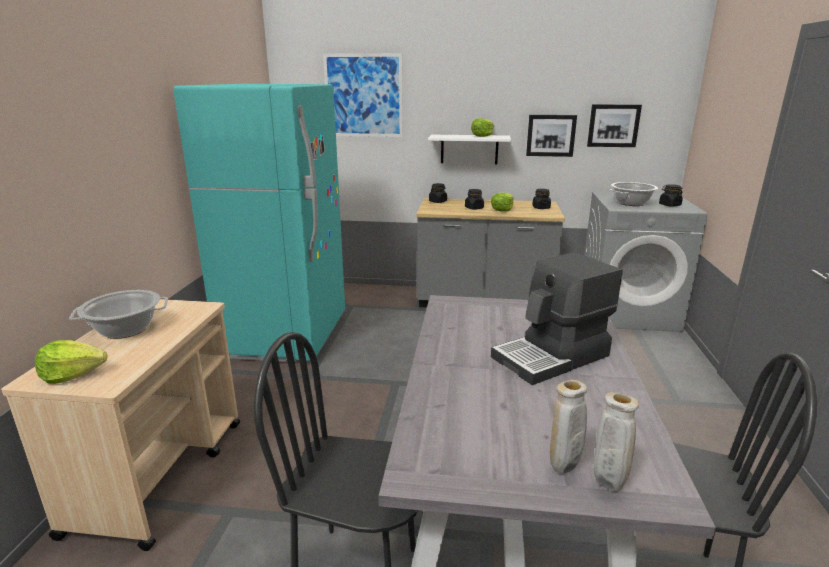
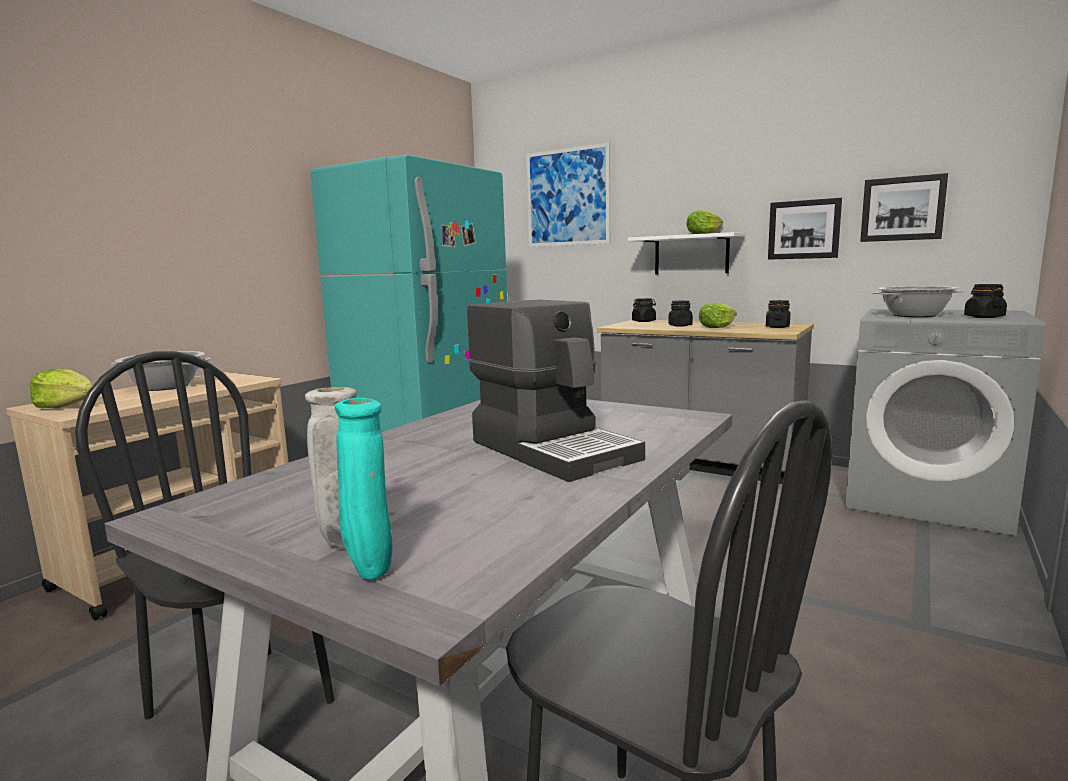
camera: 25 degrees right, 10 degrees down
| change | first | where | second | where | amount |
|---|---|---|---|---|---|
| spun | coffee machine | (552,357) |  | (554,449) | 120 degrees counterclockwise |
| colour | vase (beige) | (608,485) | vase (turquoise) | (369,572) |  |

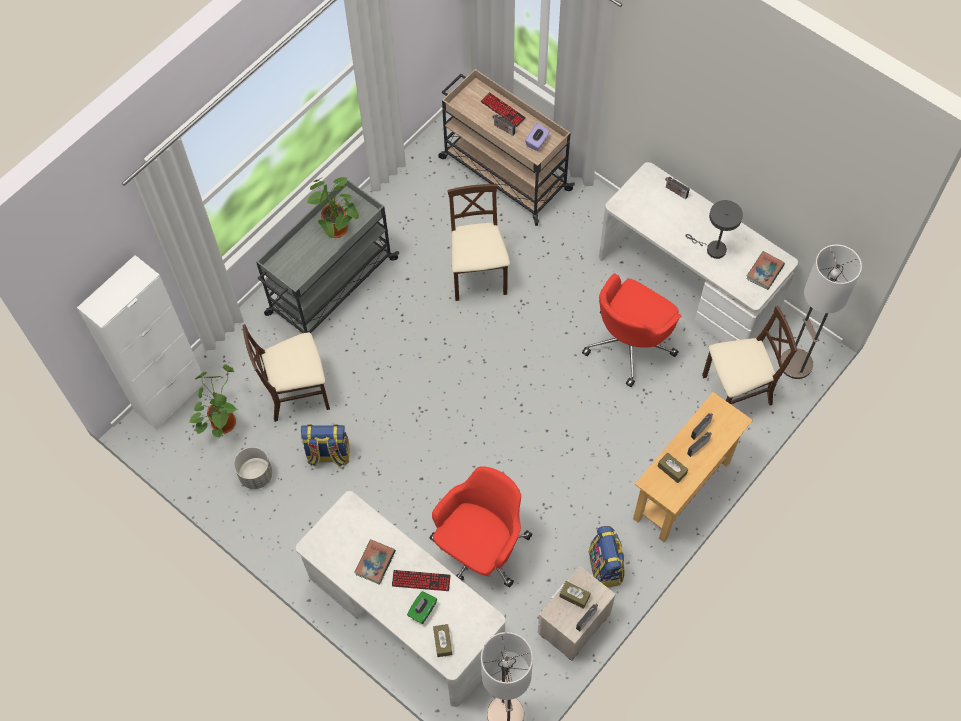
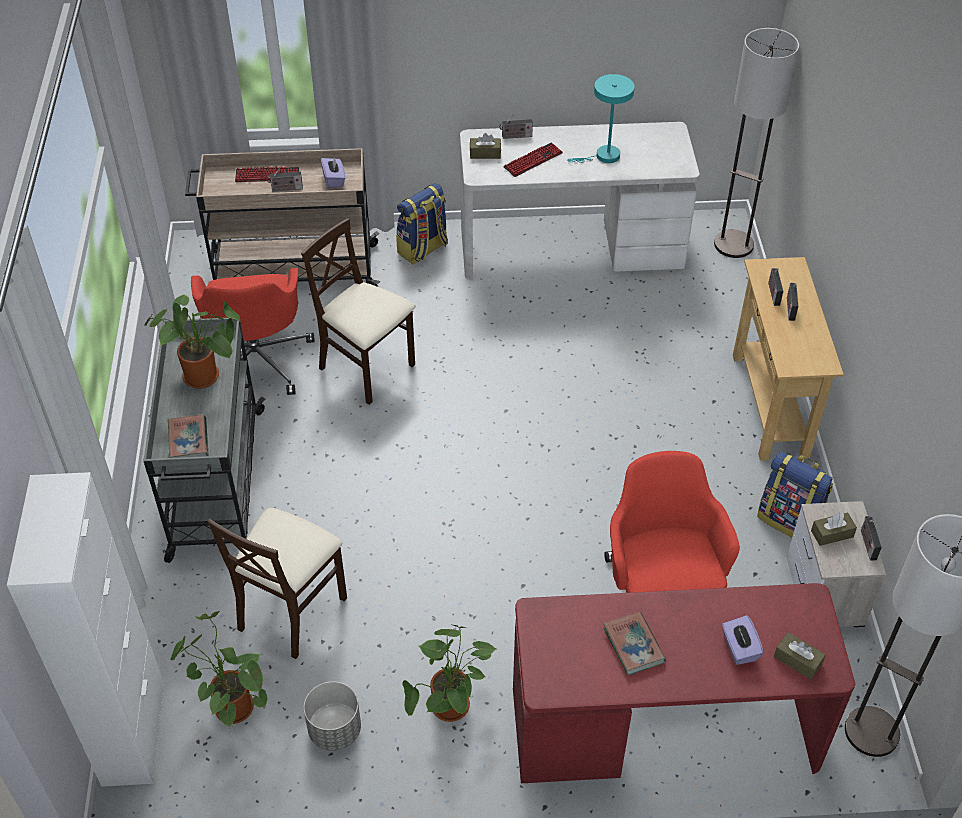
camera: 45 degrees left, 15 degrees down
| change | first | where | second | where | amount |
|---|---|---|---|---|---|
| colour | table lamp (grey) | (712,249) | table lamp (turquoise) | (603,157) |  |
| relocated | book | (764,272) |  | (188,441) |  |
| relocated | office chair (red) | (630,343) |  | (257,360) |  |
| missing | chair (beige) | (736,392) |  |  |  |
| relocated | backpack | (328,455) |  | (423,249) |  |
| relocated | tissue box (brown) | (672,470) |  | (485,153) |  |
| colour | desk (white) | (405,616) | desk (red) | (663,729) |  |
| relocated | keyboard | (421,581) |  | (533,160) |  |
| colour | tissue box (green) | (422,610) | tissue box (purple) | (739,648) |  |
| appeared |  |  | potted plant | (451,710) |  |

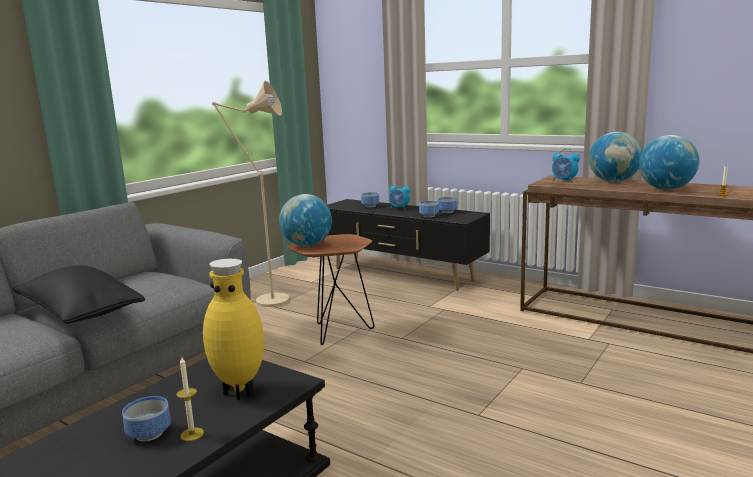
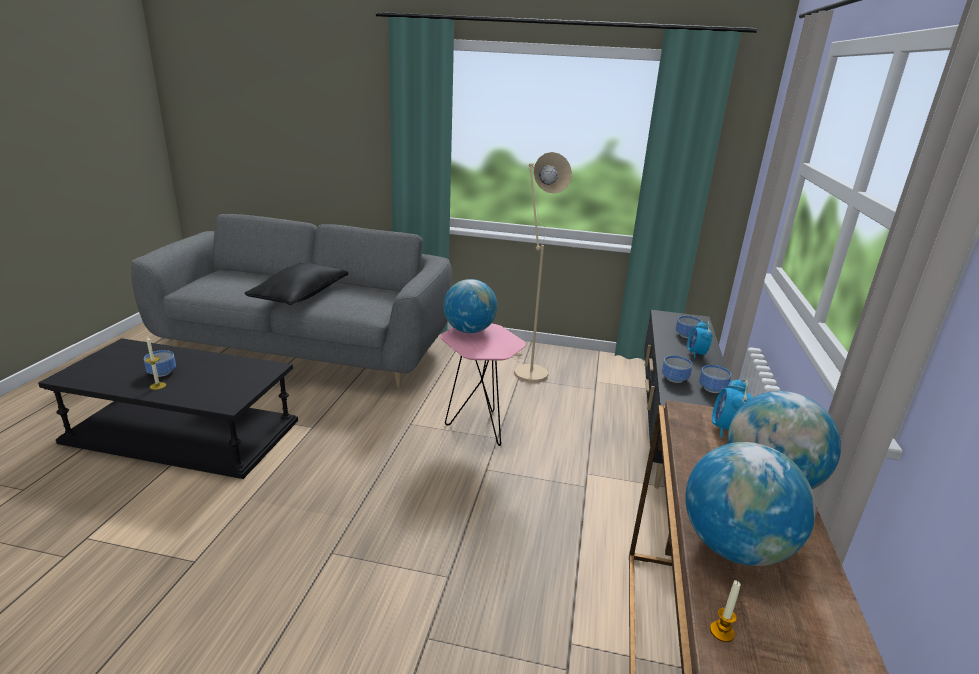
camera: 65 degrees right, 10 degrees up
| change | first | where | second | where | amount |
|---|---|---|---|---|---|
| colour | side table (brown) | (335,332) | side table (pink) | (478,425) |  |
| missing | vase (yellow) | (240,391) |  |  |  |

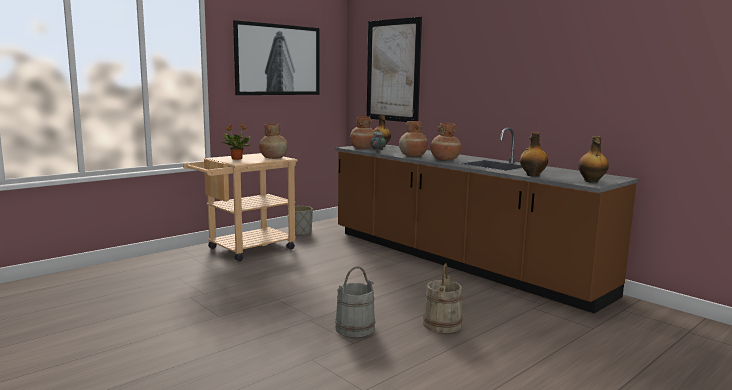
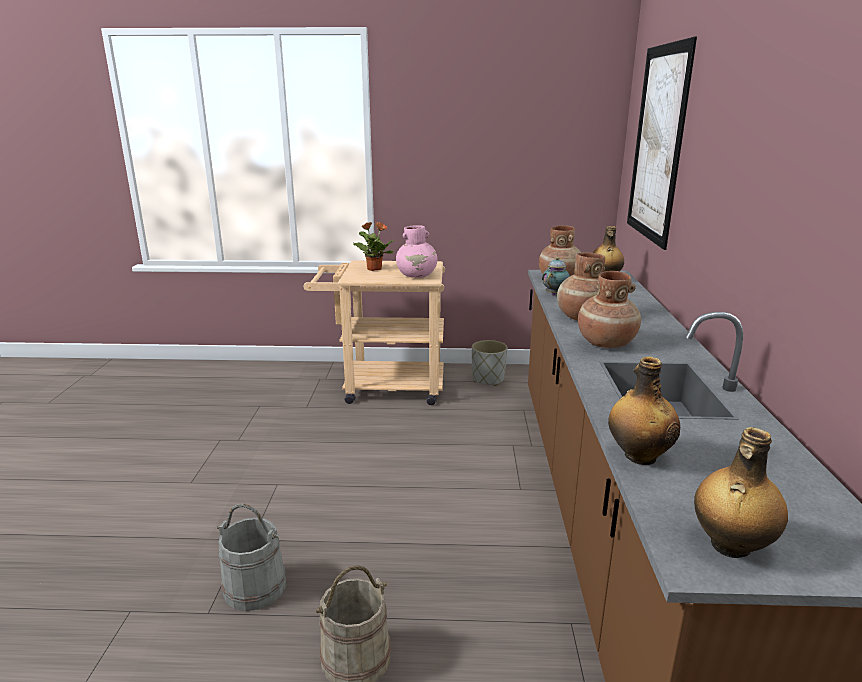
camera: 45 degrees right, 10 degrees up
| change | first | where | second | where | amount |
|---|---|---|---|---|---|
| missing | picture | (278,60) |  |  |  |
| colour | vase (brown) | (274,158) | vase (pink) | (417,276) |  |

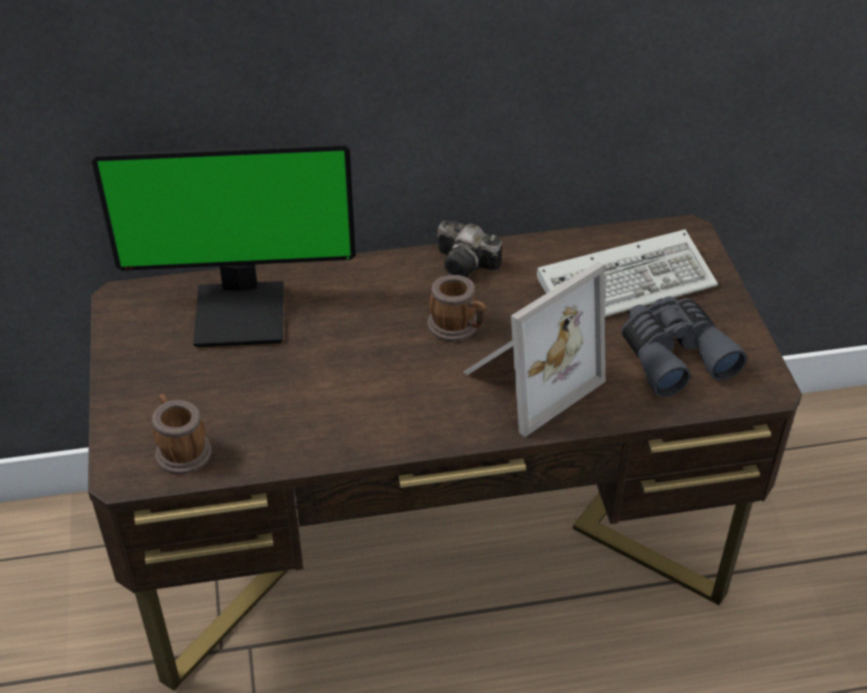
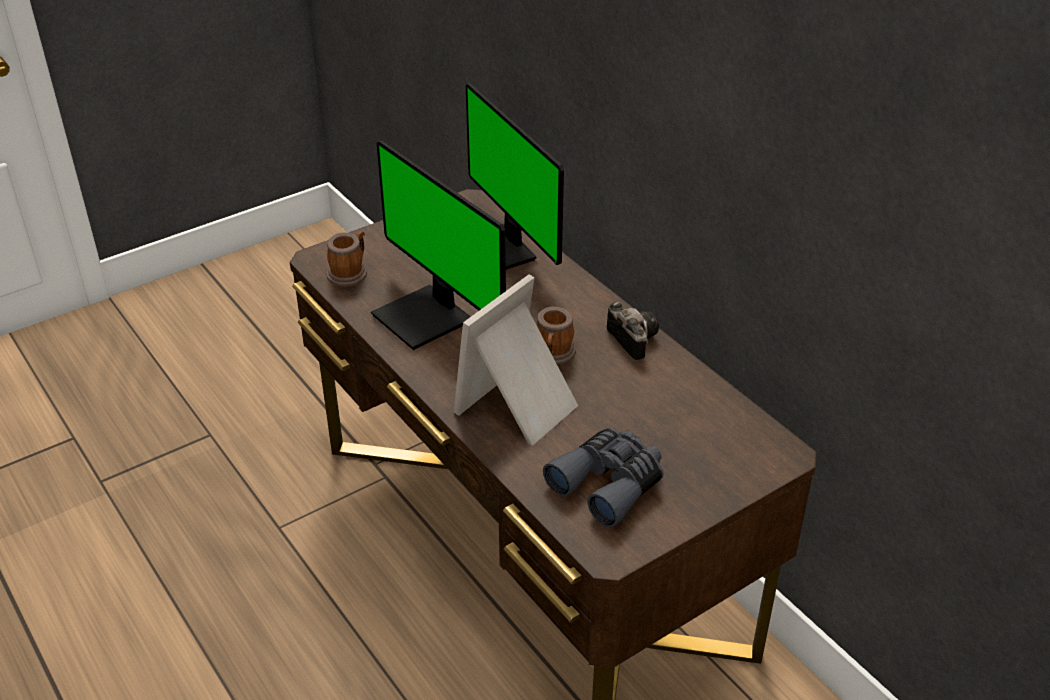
camera: 65 degrees right, 5 degrees down
| change | first | where | second | where | amount |
|---|---|---|---|---|---|
| spun | photo camera | (468,264) |  | (631,339) | 150 degrees clockwise |
| missing | keyboard | (628,282) |  |  |  |
| spun | picture frame | (527,378) |  | (521,407) | 105 degrees clockwise |
| appeared |  |  | monitor | (426,317) |  |

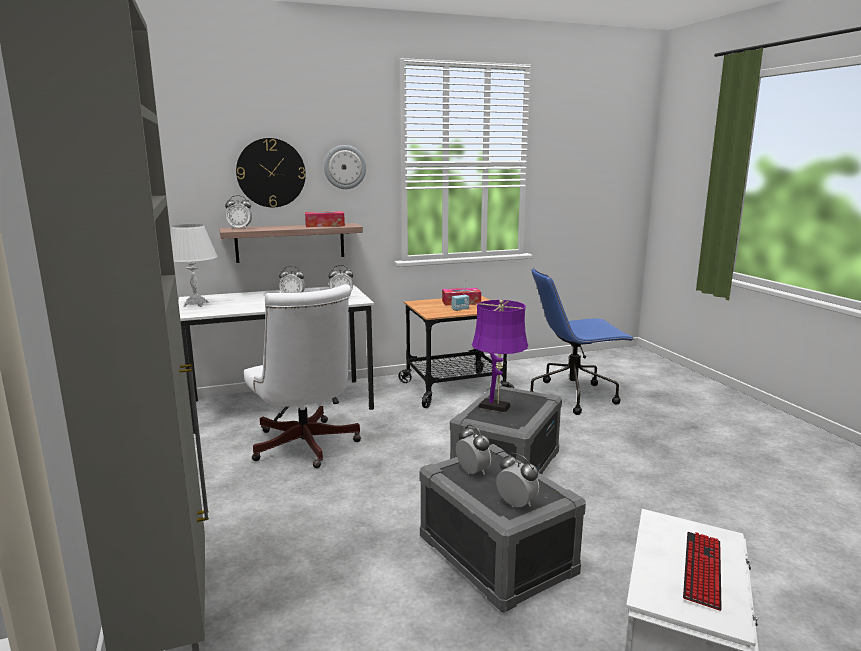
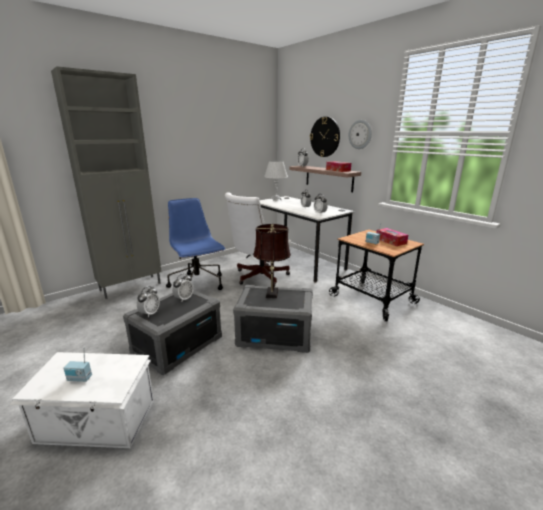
camera: 70 degrees right, 5 degrees up
| change | first | where | second | where | amount |
|---|---|---|---|---|---|
| relocated | office chair (blue) | (573,396) |  | (198,285) |  |
| colour | table lamp (purple) | (497,407) | table lamp (brown) | (271,294) |  |
| exchanged | keyboard | (702,570) | radio | (79,379) |  |

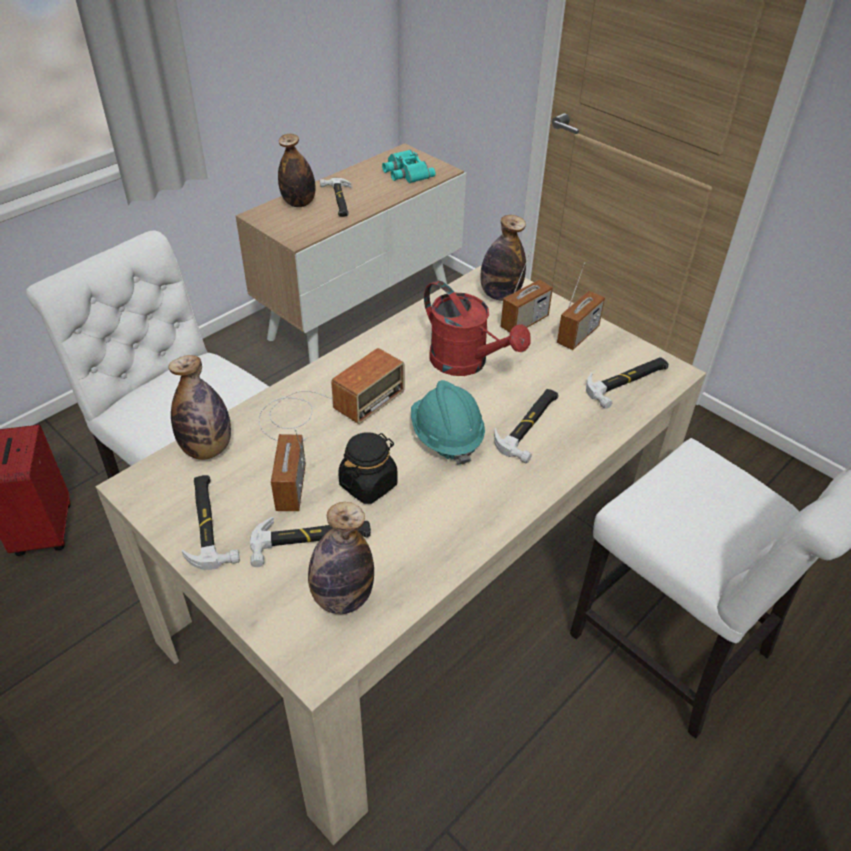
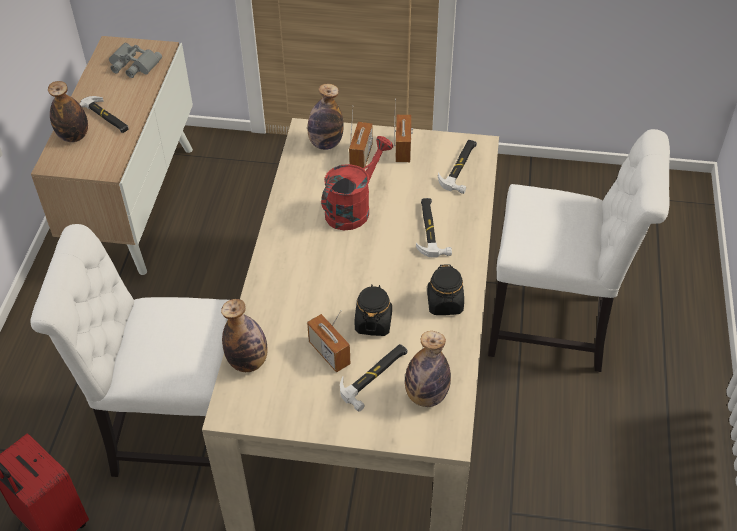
camera: 35 degrees left, 5 degrees up
| change | first | where | second | where | amount |
|---|---|---|---|---|---|
| colour | binoculars (turquoise) | (405,172) | binoculars (grey) | (133,65) |  |
| spun | watering can (red) | (466,363) |  | (353,208) | 60 degrees counterclockwise |
| missing | radio | (326,408) |  |  |  |
| missing | hard hat (turquoise) | (446,437) |  |  |  |
| missing | hammer | (208,523) |  |  |  |
| appeared |  |  | jar (black) | (445,303) |  |

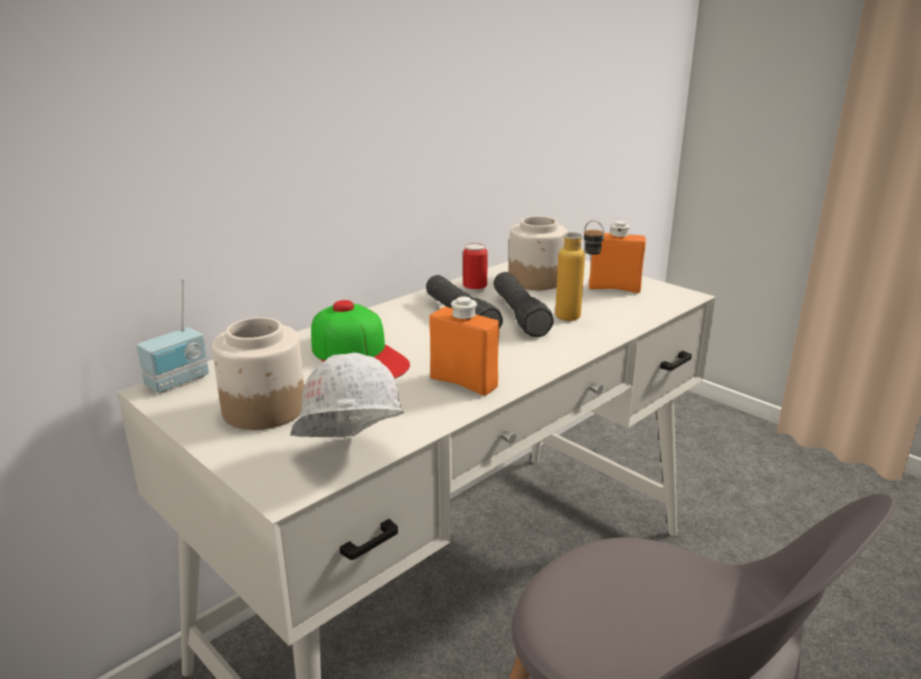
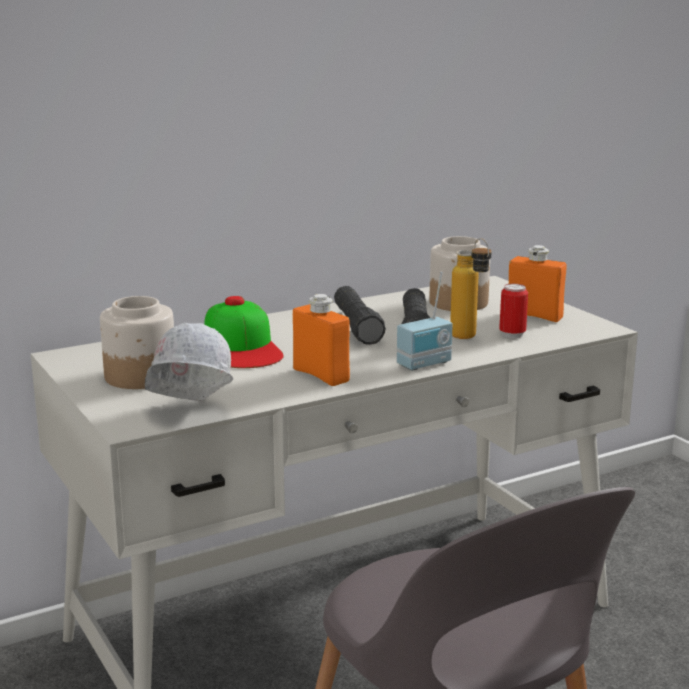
camera: 15 degrees right, 5 degrees down
| change | first | where | second | where | amount |
|---|---|---|---|---|---|
| relocated | can | (475,289) |  | (512,334) |  |
| relocated | radio | (179,382) |  | (425,364) |  |

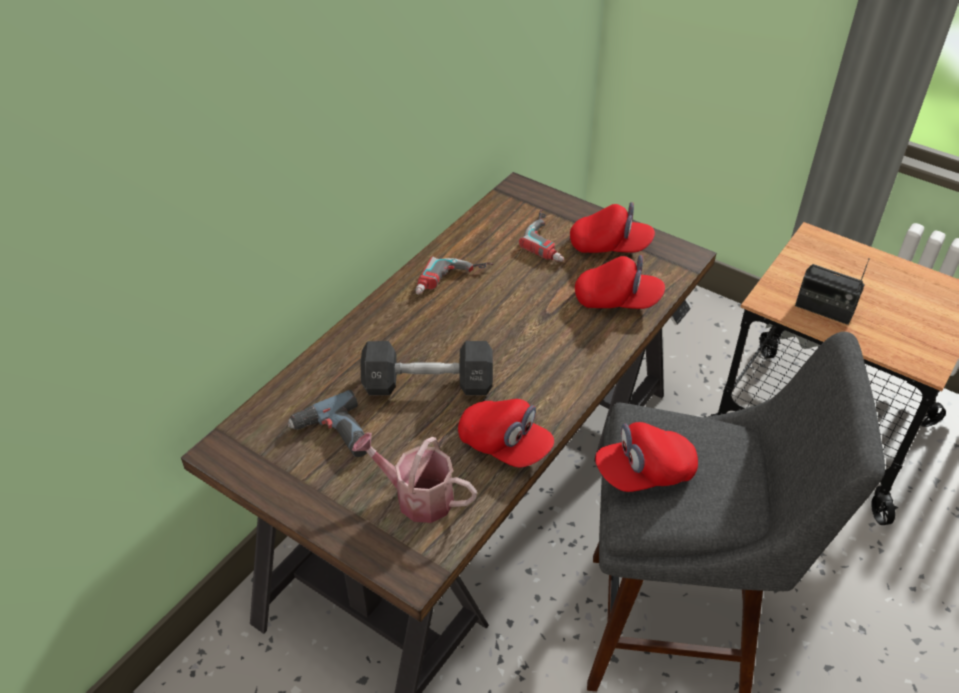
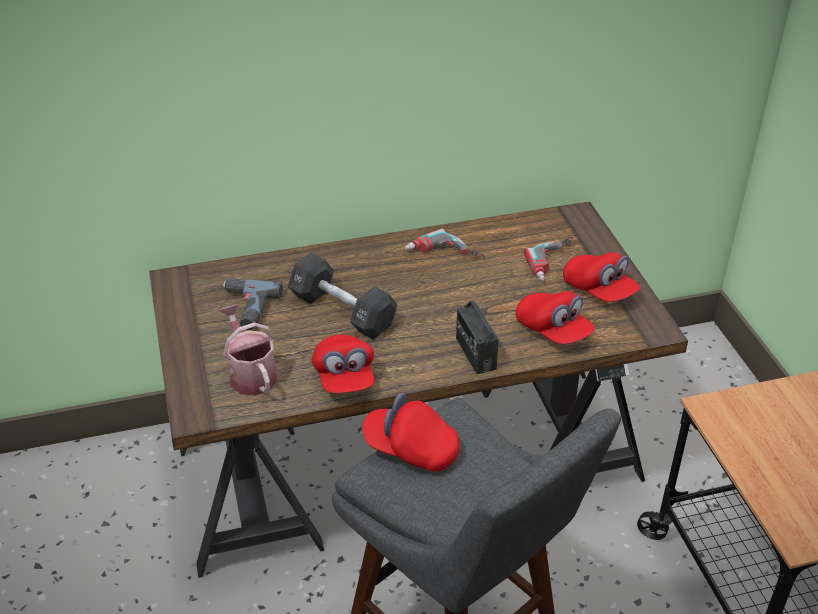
camera: 40 degrees right, 5 degrees down
| change | first | where | second | where | amount |
|---|---|---|---|---|---|
| relocated | radio | (824,309) |  | (475,353) |  |

